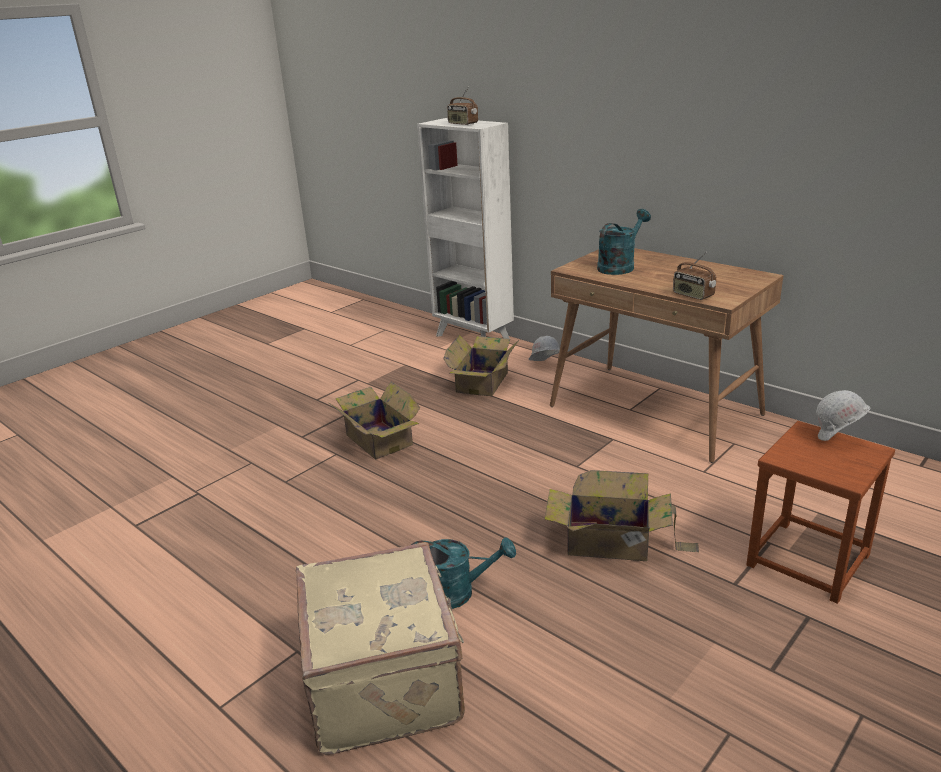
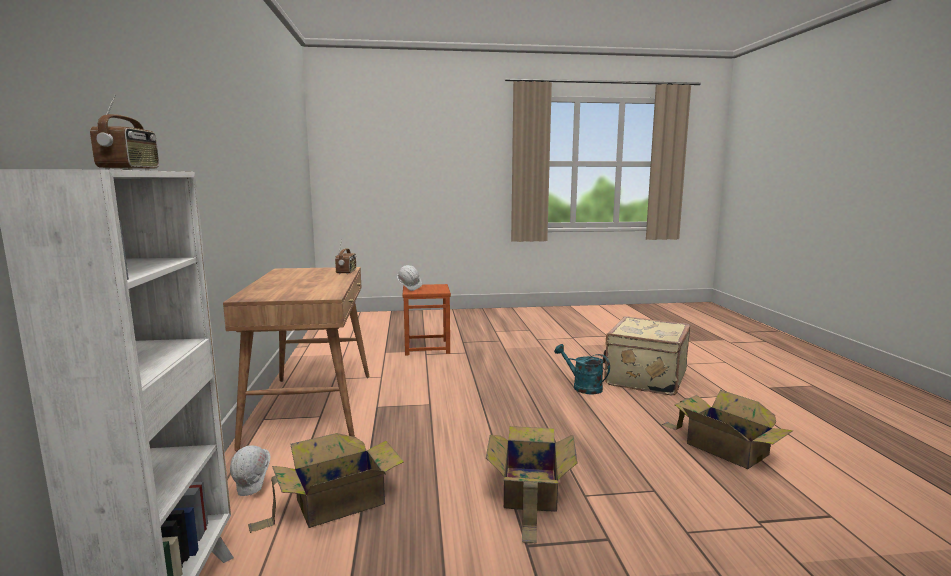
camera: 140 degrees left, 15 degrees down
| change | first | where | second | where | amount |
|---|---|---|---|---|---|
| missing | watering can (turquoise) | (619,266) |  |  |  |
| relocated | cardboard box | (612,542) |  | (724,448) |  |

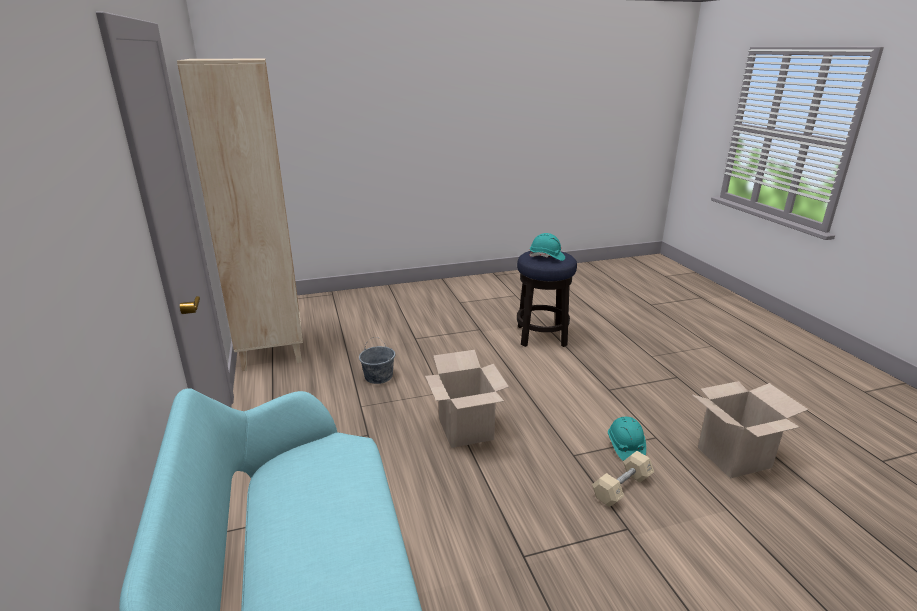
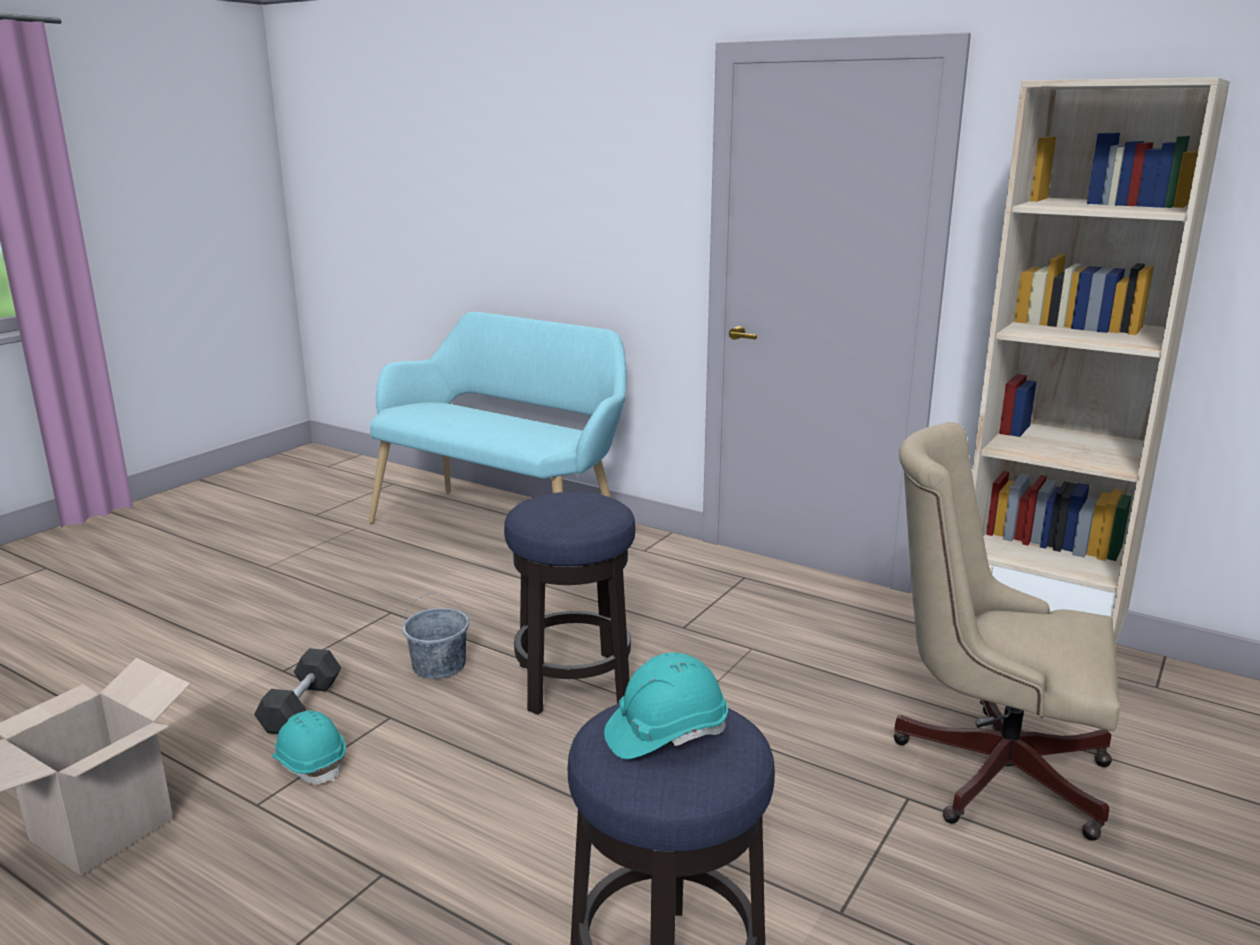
camera: 140 degrees right, 5 degrees down
| change | first | where | second | where | amount |
|---|---|---|---|---|---|
| relocated | bucket (grey) | (378,376) |  | (439,666) |  |
| exchanged | cardboard box | (465,429) | stool | (573,683) |  |
| colour | dumbbell (beige) | (622,487) | dumbbell (black) | (301,706) |  |
| appeared |  |  | office chair (beige) | (987,767) |  |

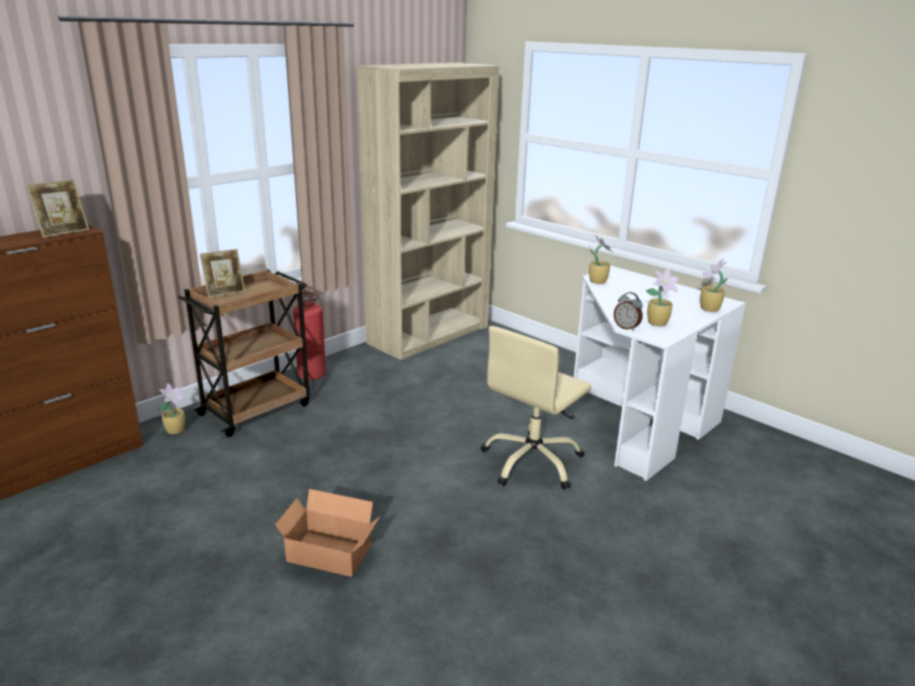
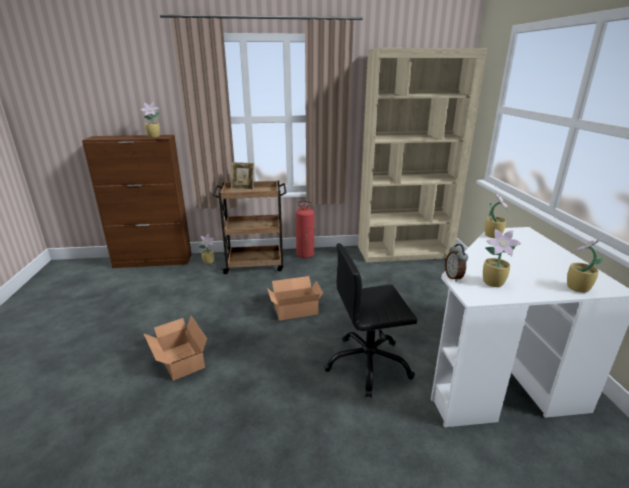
camera: 40 degrees right, 0 degrees up
| change | first | where | second | where | amount |
|---|---|---|---|---|---|
| exchanged | picture frame | (63,232) | potted plant | (154,137) |  |
| colour | office chair (beige) | (532,462) | office chair (black) | (368,364) |  |
| appeared |  |  | cardboard box | (294,309) |  |

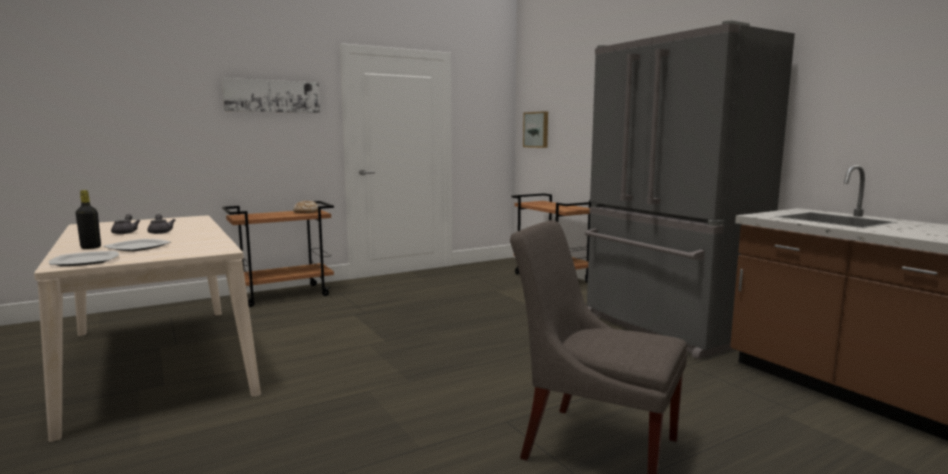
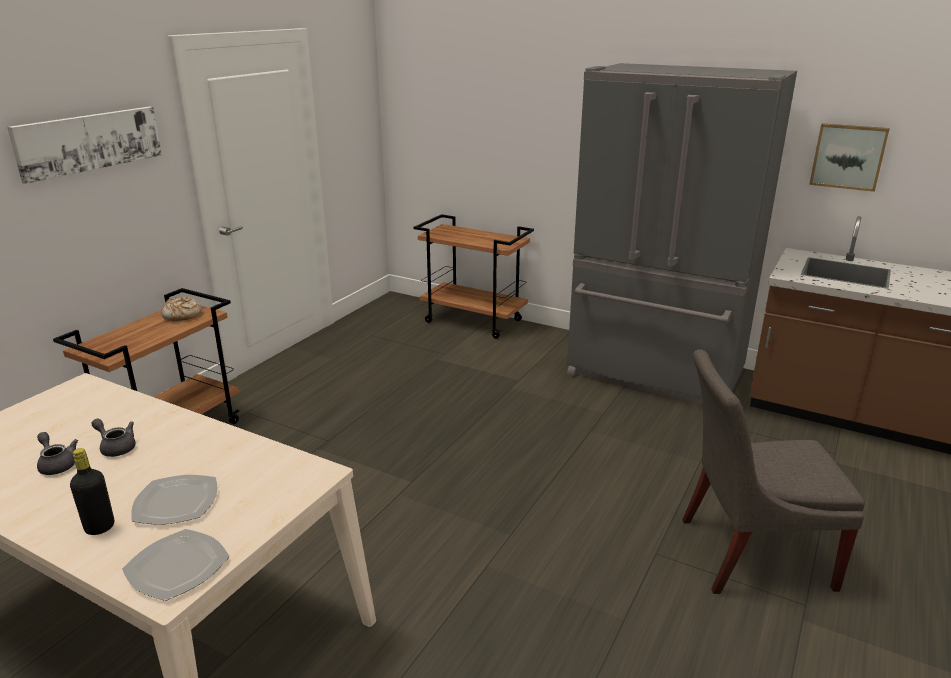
camera: 30 degrees left, 15 degrees up
| change | first | where | second | where | amount |
|---|---|---|---|---|---|
| relocated | picture | (536,129) |  | (848,156) |  |

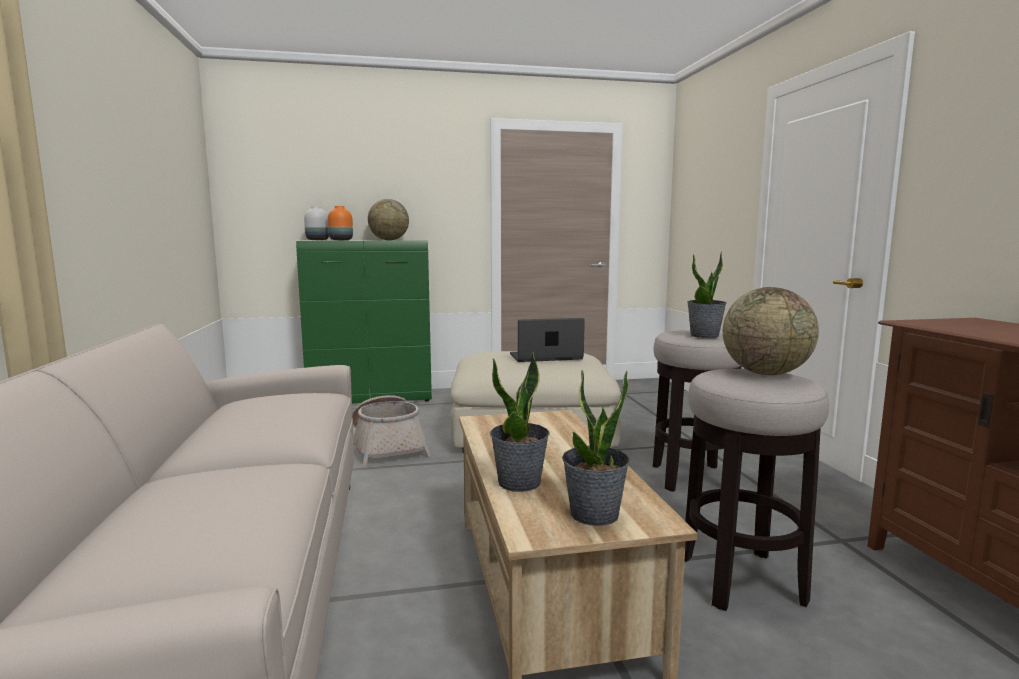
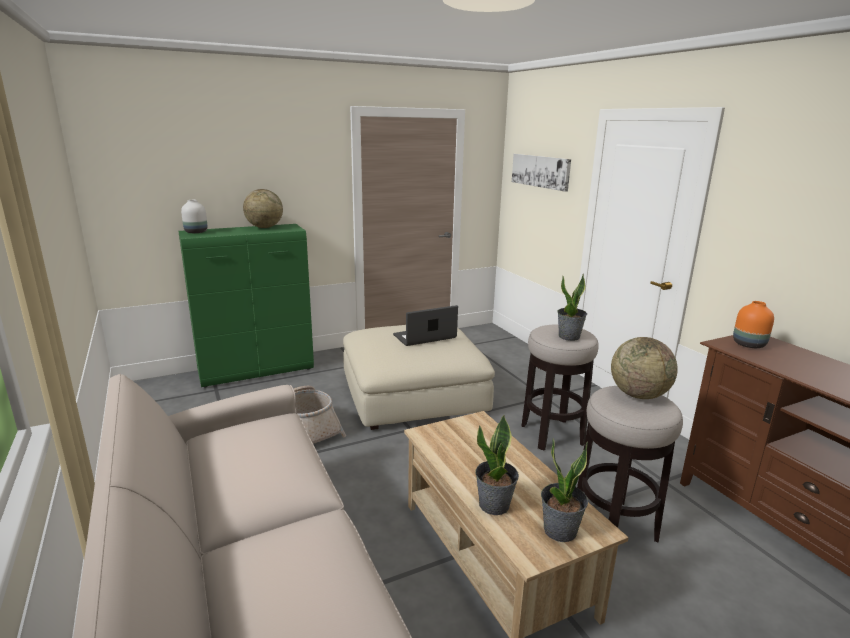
camera: 15 degrees left, 10 degrees up
| change | first | where | second | where | amount |
|---|---|---|---|---|---|
| relocated | vase (orange) | (340,240) |  | (748,345) |  |
| appeared |  |  | picture | (540,171) |  |

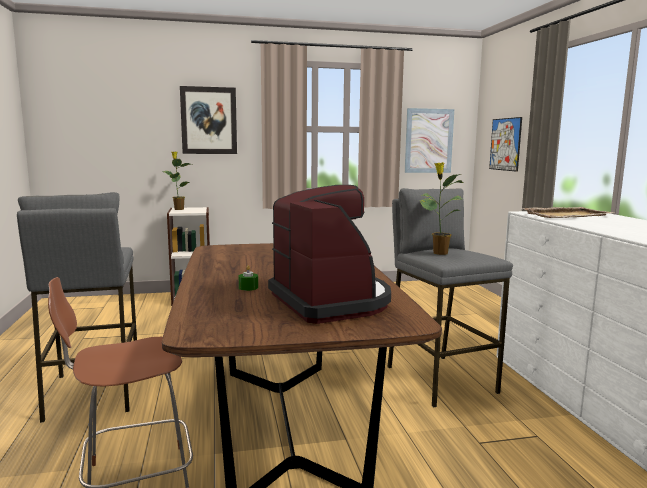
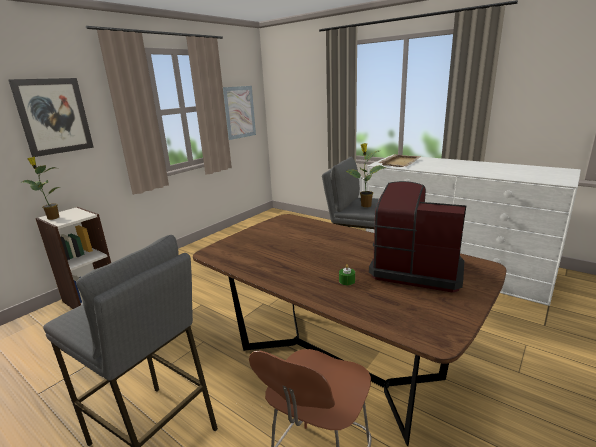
camera: 40 degrees left, 10 degrees up
| change | first | where | second | where | amount |
|---|---|---|---|---|---|
| missing | picture | (505,144) |  |  |  |

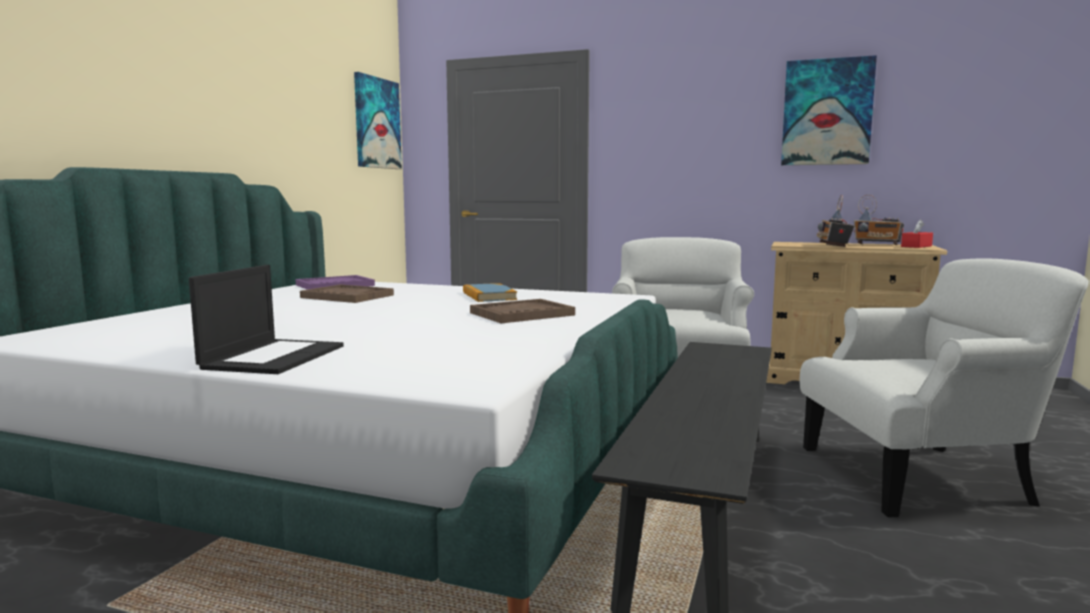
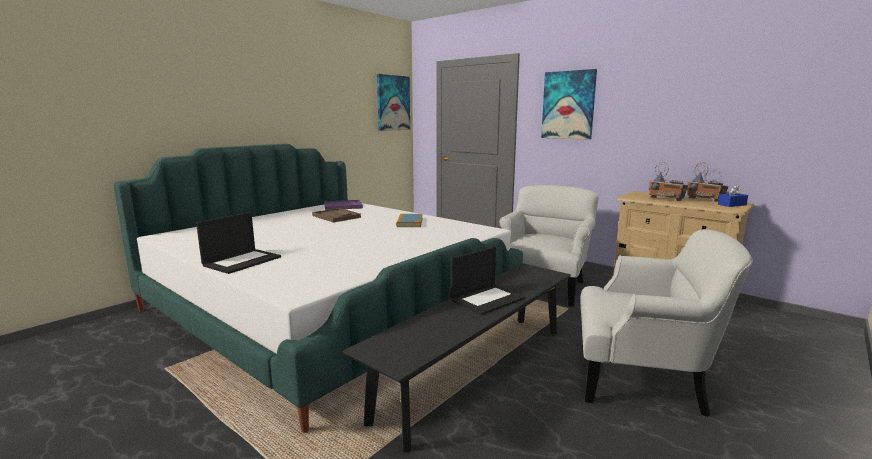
camera: 20 degrees right, 5 degrees up
| change | first | where | second | where | amount |
|---|---|---|---|---|---|
| relocated | picture | (827,112) |  | (568,105) |  |
| spun | radio | (834,245) |  | (666,199) | 75 degrees counterclockwise |
| colour | tissue box (red) | (916,246) | tissue box (blue) | (732,205) |  |
| missing | tray (brown) | (522,314) |  |  |  |
| appeared |  |  | laptop | (487,299) |  |

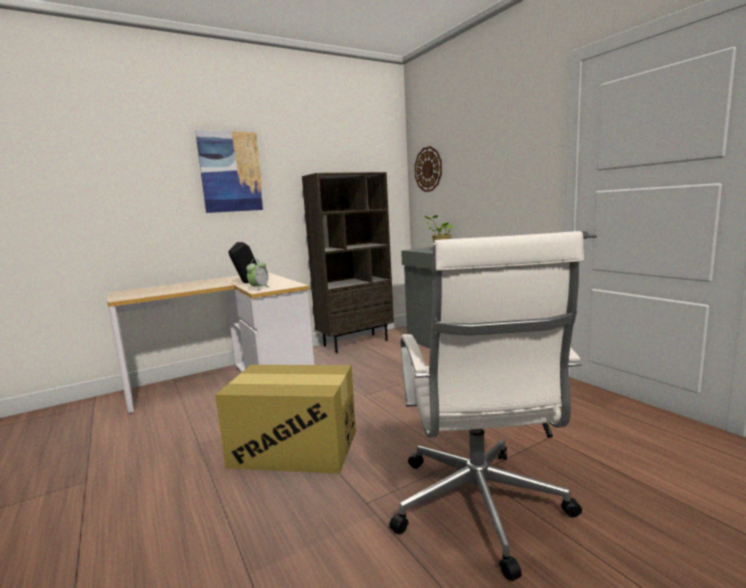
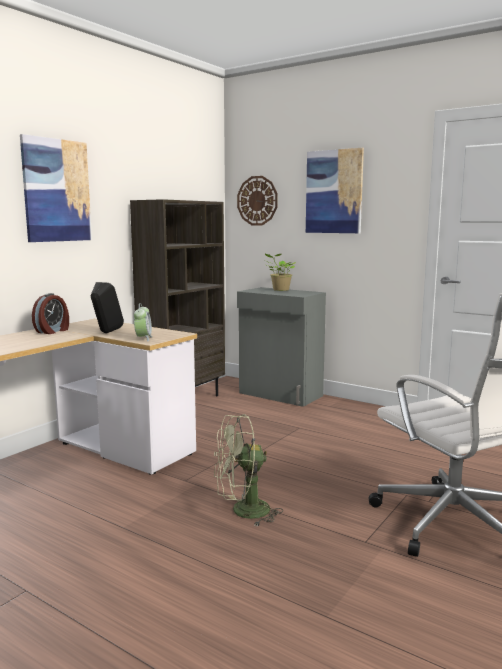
camera: 25 degrees left, 0 degrees up
| change | first | where | second | where | amount |
|---|---|---|---|---|---|
| exchanged | cardboard box | (295,448) | fan (green) | (243,512) |  |
| appeared |  |  | picture | (334,192) |  |
| appeared |  |  | alarm clock | (53,331) |  |

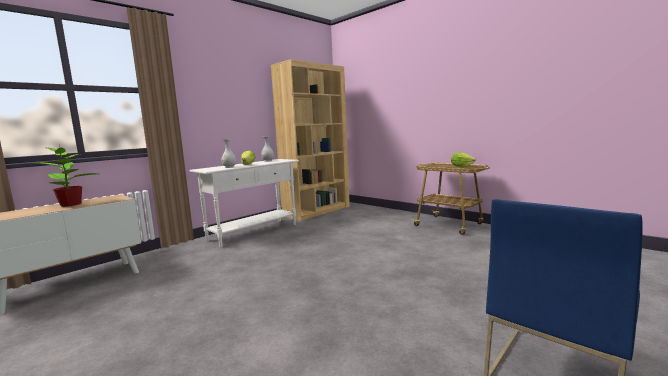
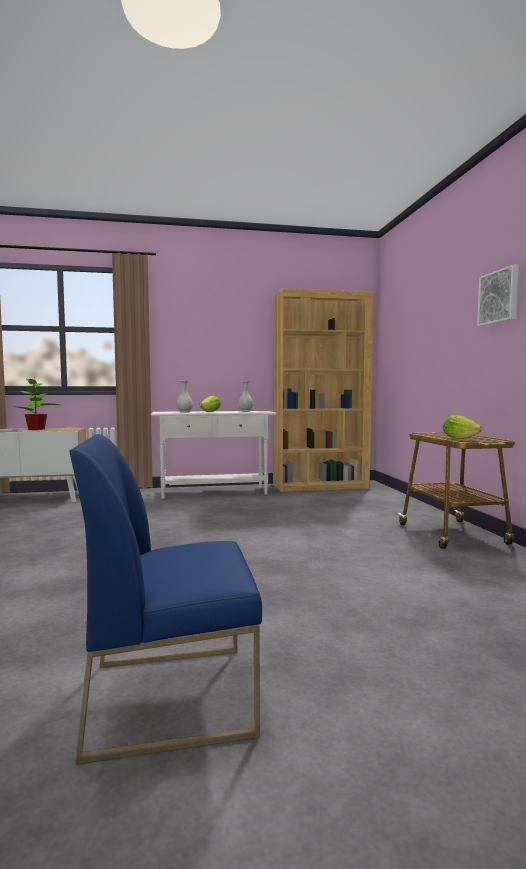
camera: 35 degrees right, 5 degrees down
| change | first | where | second | where | amount |
|---|---|---|---|---|---|
| appeared |  |  | picture | (499,297) |  |

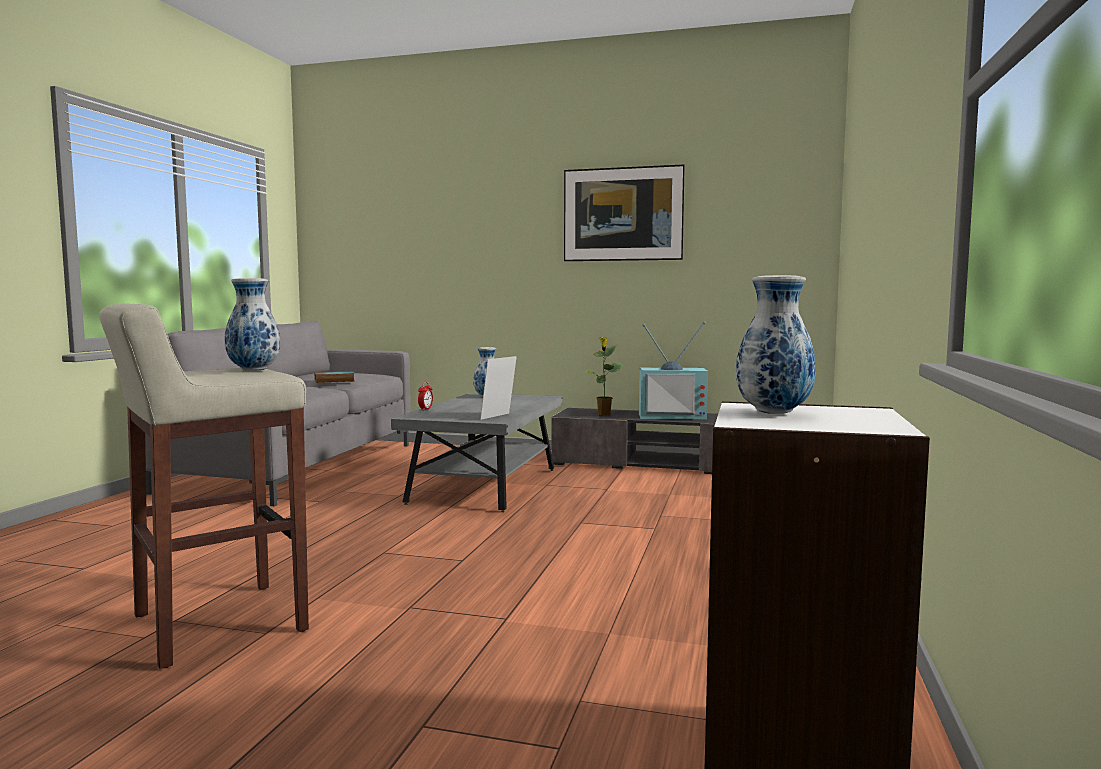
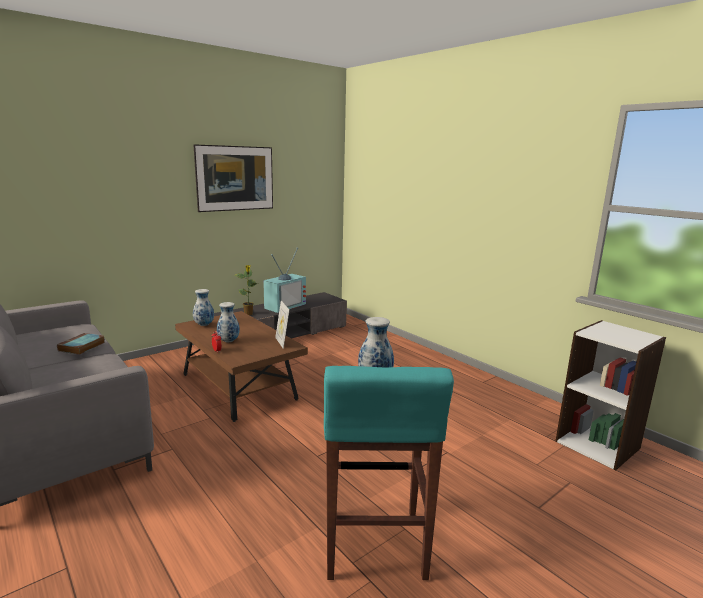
camera: 55 degrees left, 10 degrees up
| change | first | where | second | where | amount |
|---|---|---|---|---|---|
| relocated | vase | (773,412) |  | (228,341) |  |
| colour | stool (beige) | (216,623) | stool (turquoise) | (374,545) |  |
| colour | coffee table (grey) | (485,486) | coffee table (brown) | (239,387) |  |

